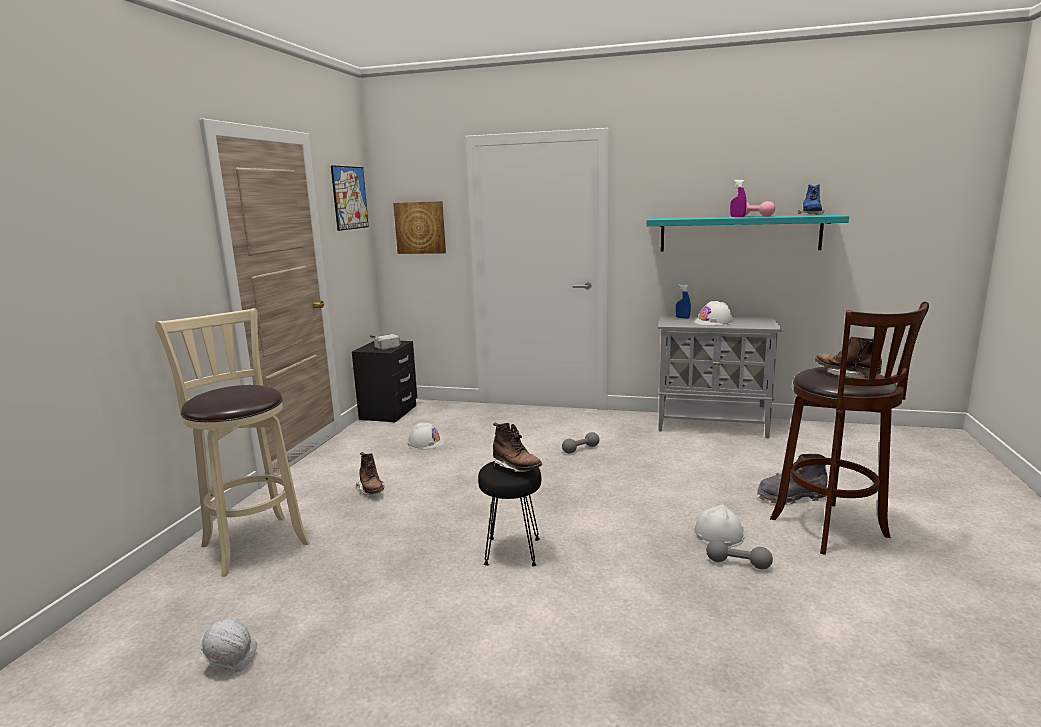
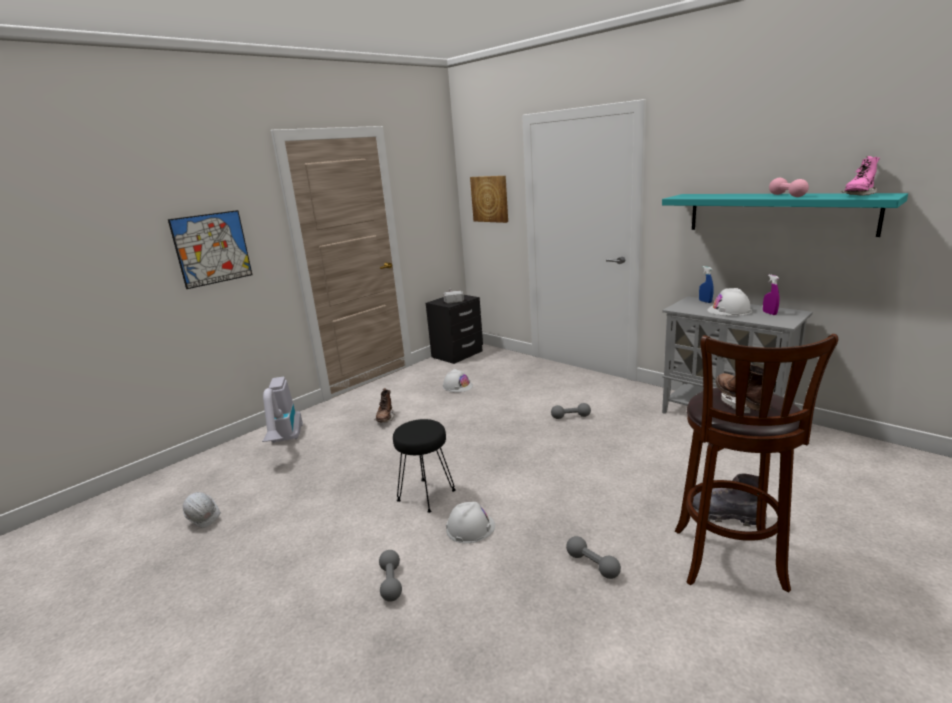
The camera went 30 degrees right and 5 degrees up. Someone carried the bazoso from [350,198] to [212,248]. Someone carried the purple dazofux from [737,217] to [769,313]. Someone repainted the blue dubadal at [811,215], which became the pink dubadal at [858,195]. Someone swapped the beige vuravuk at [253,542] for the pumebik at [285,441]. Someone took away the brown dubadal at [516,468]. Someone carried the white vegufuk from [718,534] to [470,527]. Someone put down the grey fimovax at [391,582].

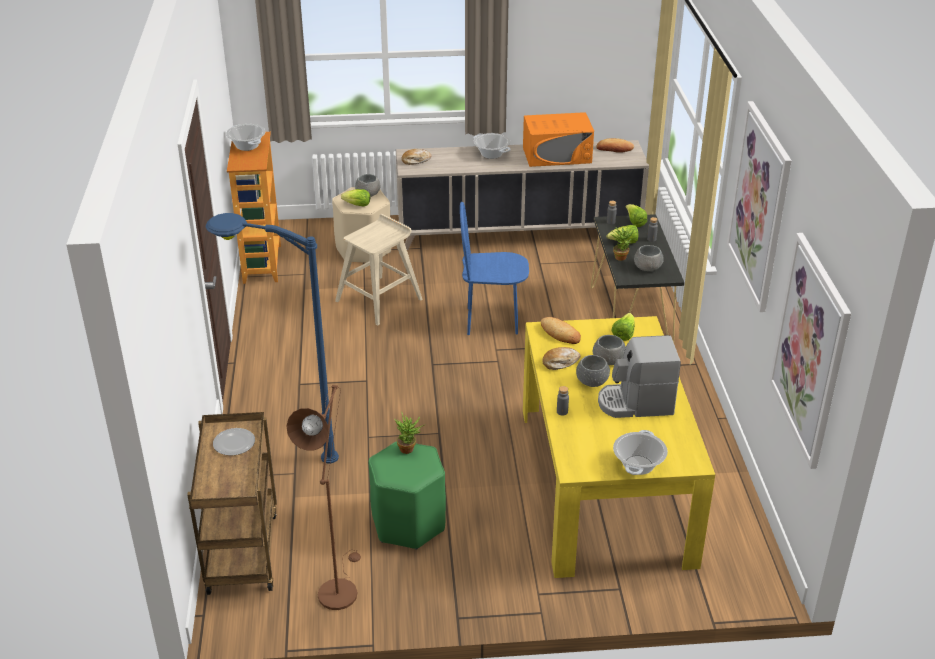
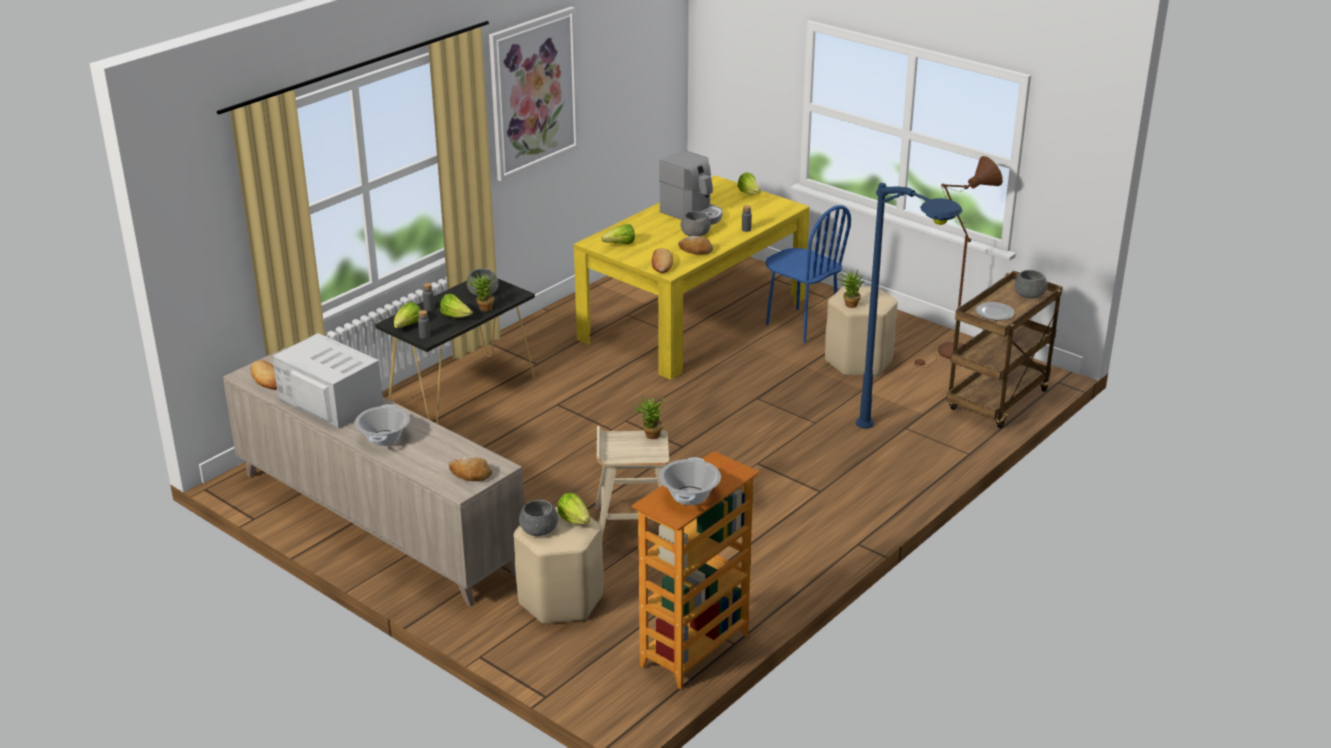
The camera went 135 degrees left and 5 degrees down. Someone repainted the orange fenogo at [557,155], which became the white fenogo at [330,401]. Someone carried the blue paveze from [492,321] to [801,325]. Someone took away the bazoso at [810,350]. Someone carried the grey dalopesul from [608,360] to [1029,294]. Someone swapped the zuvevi at [638,465] for the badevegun at [749,193]. Someone repainted the green vuravuk at [408,523], which became the beige vuravuk at [858,361]. Someone put down the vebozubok at [650,436].

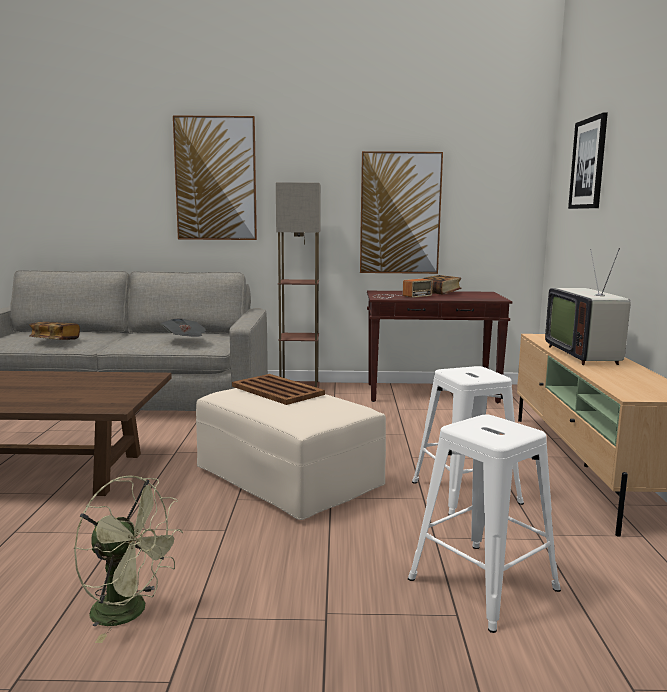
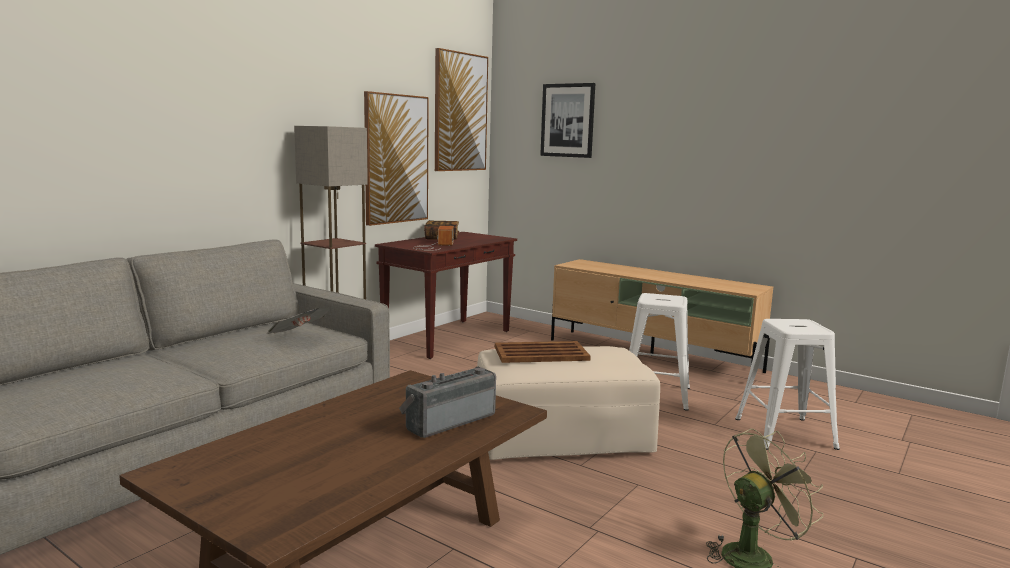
The camera went 55 degrees left and 0 degrees up. Someone carried the bazoso from [216,179] to [460,112]. Someone took away the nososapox at [585,355]. Someone took away the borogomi at [55,340]. Someone put down the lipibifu at [448,421].

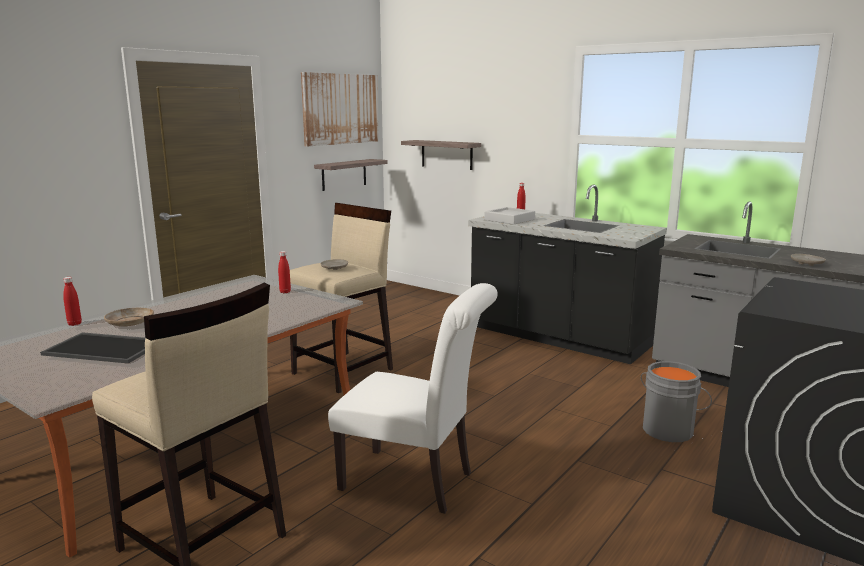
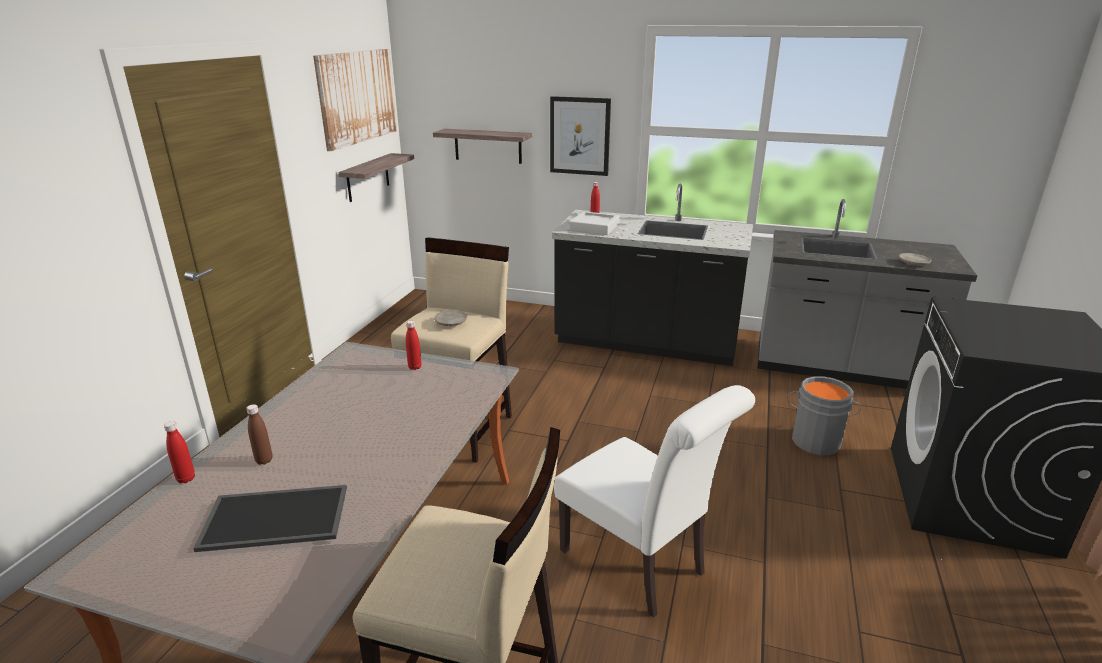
The camera went 20 degrees left and 10 degrees up. Someone rotated the white paveze at [414,482] by 45 degrees clockwise. Someone swapped the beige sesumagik at [129,322] for the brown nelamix at [264,460]. Someone put up the bazoso at [580,136].

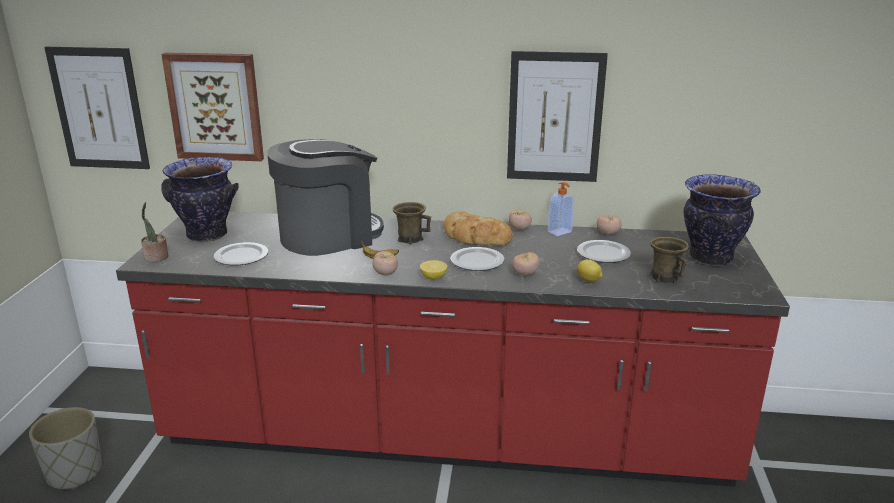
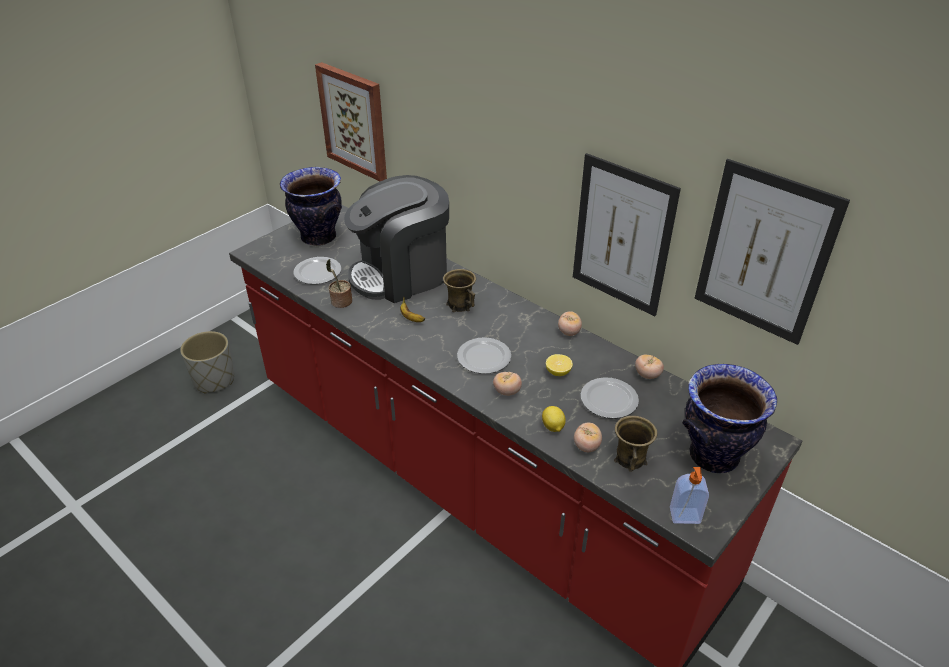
The camera went 35 degrees right and 15 degrees up. Someone carried the bazoso from [99,109] to [764,253]. Someone rotated the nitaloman at [329,236] by 150 degrees clockwise. Someone carried the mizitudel from [560,232] to [685,516]. Someone carried the vebozubok from [156,258] to [340,302]. Someone took away the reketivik at [475,236]. Someone carried the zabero from [385,273] to [586,446]. Someone carried the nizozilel from [433,277] to [558,372].

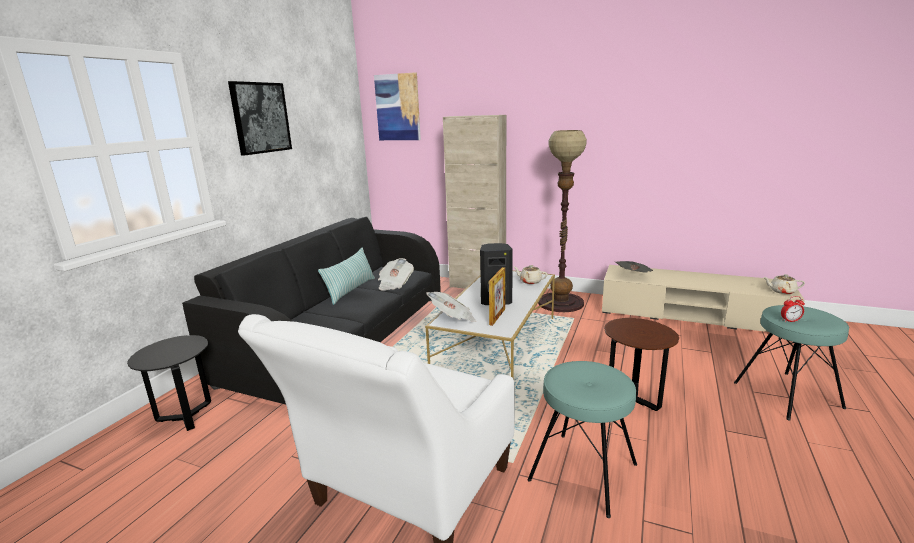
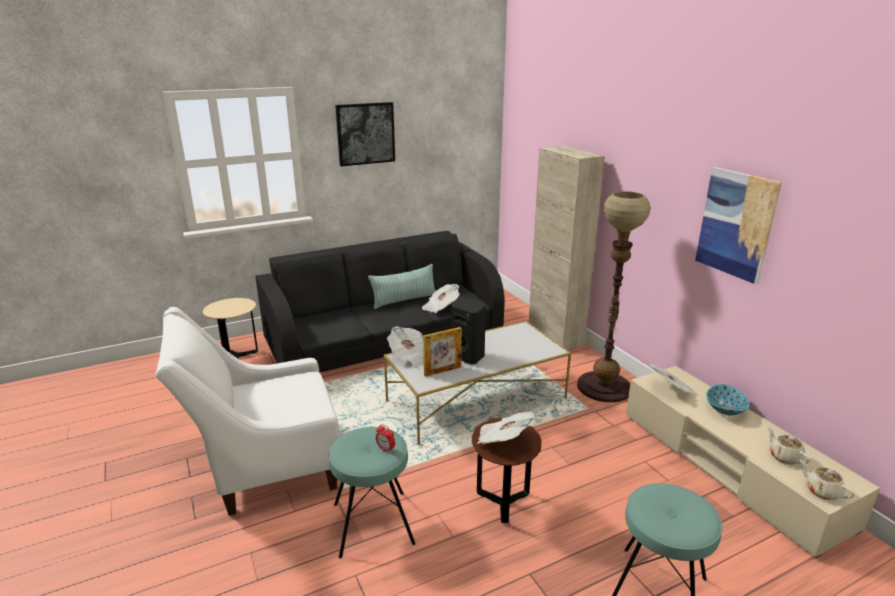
The camera went 40 degrees right and 5 degrees up. Someone carried the bazoso from [398,107] to [736,224]. Someone carried the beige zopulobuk from [530,281] to [784,457]. Someone carried the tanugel from [790,321] to [385,449]. Someone repainted the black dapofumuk at [186,417], which became the beige dapofumuk at [237,356]. Someone put down the dalopesul at [724,409]. Someone put down the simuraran at [503,440].

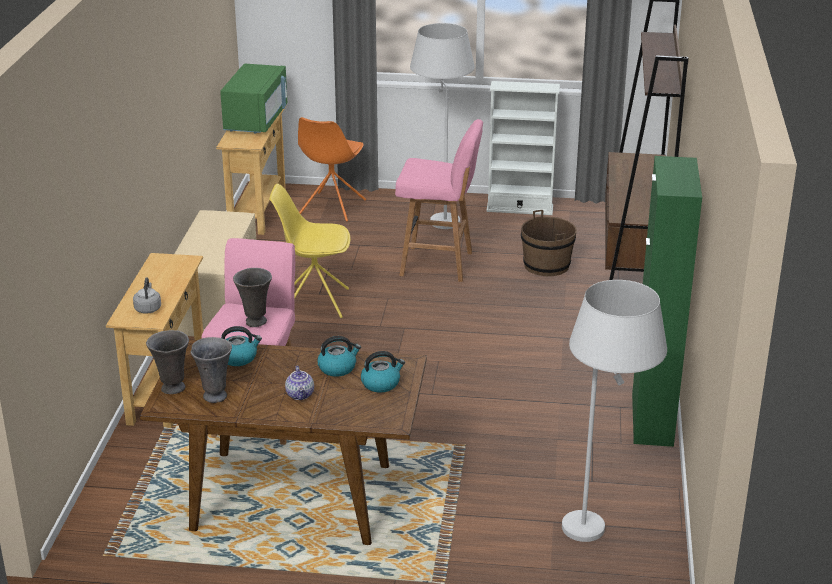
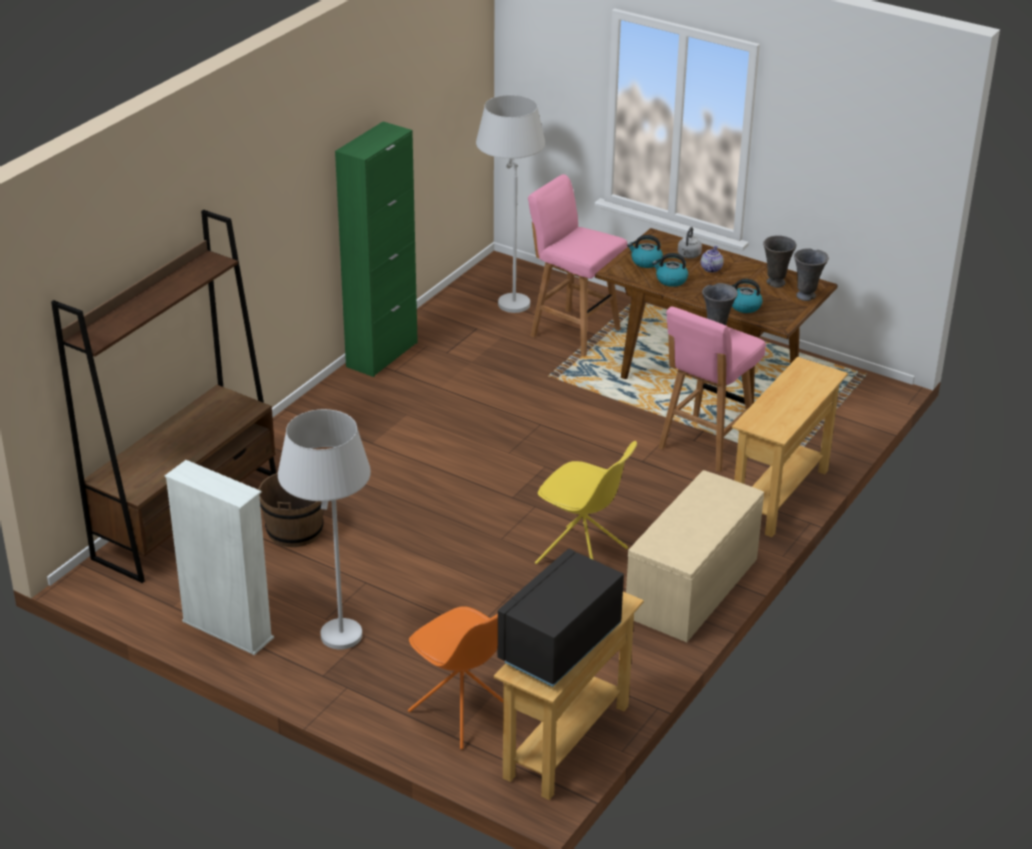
The camera went 155 degrees left and 5 degrees up. Someone repainted the green fenogo at [256,120], which became the black fenogo at [559,644]. Someone rotated the orange paveze at [331,207] by 90 degrees clockwise. Someone carried the pink vuravuk from [438,264] to [573,332]. Someone carried the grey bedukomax from [148,308] to [688,255].

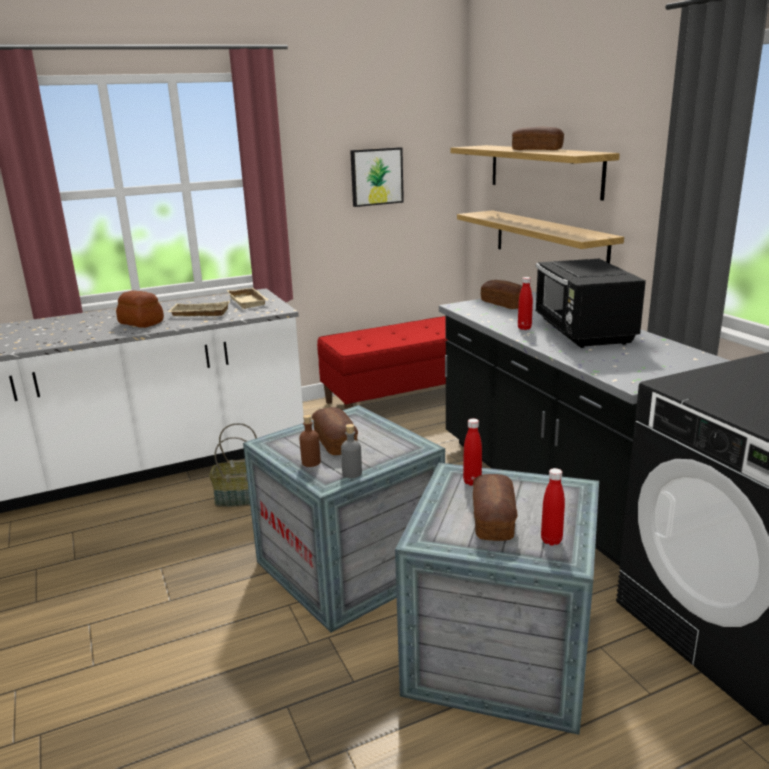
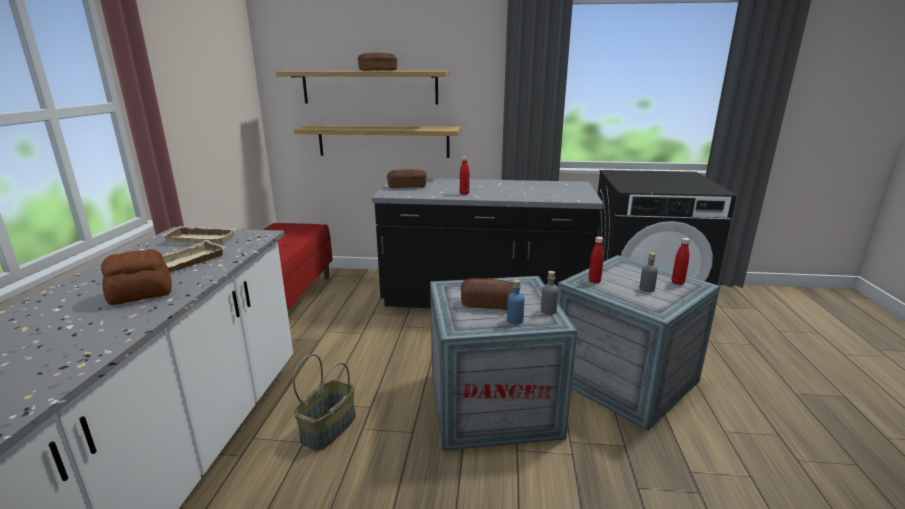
The camera went 60 degrees left and 0 degrees up. Someone took away the bazoso at [376,176]. Someone took away the black fenogo at [583,332]. Someone repainted the brown nelamix at [311,462], which became the blue nelamix at [515,320]. Someone swapped the reketivik at [493,520] for the grey nelamix at [646,289].

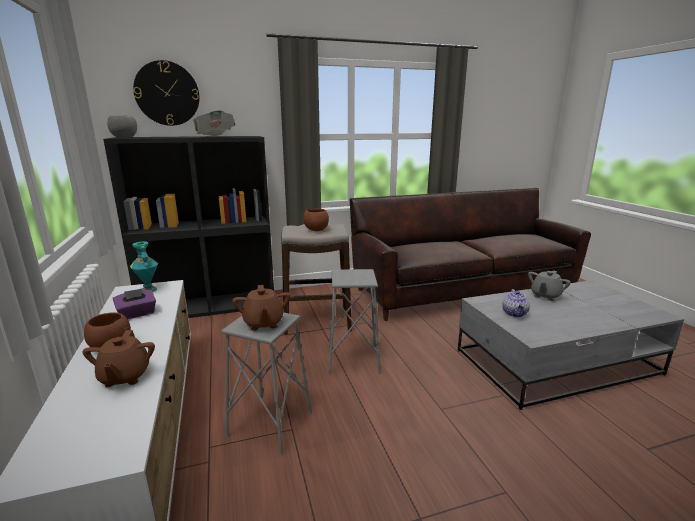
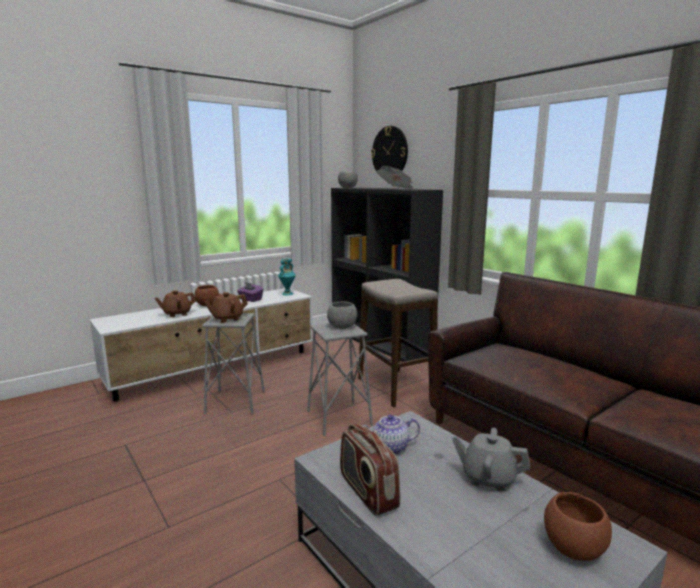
The camera went 70 degrees right and 5 degrees down. Someone carried the brown dalopesul from [316,230] to [573,549]. Someone put down the grey dalopesul at [342,327]. Someone put down the lipibifu at [367,492].

